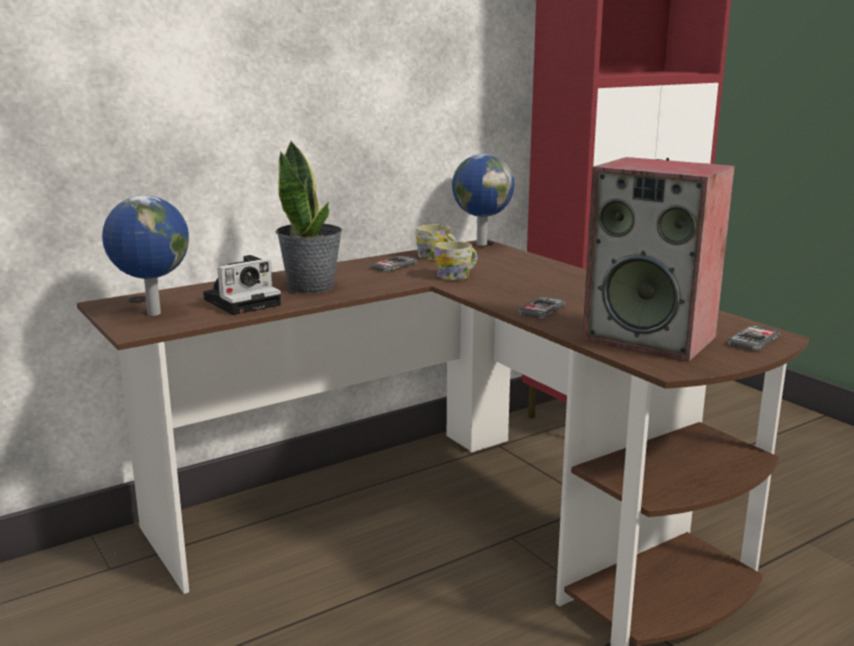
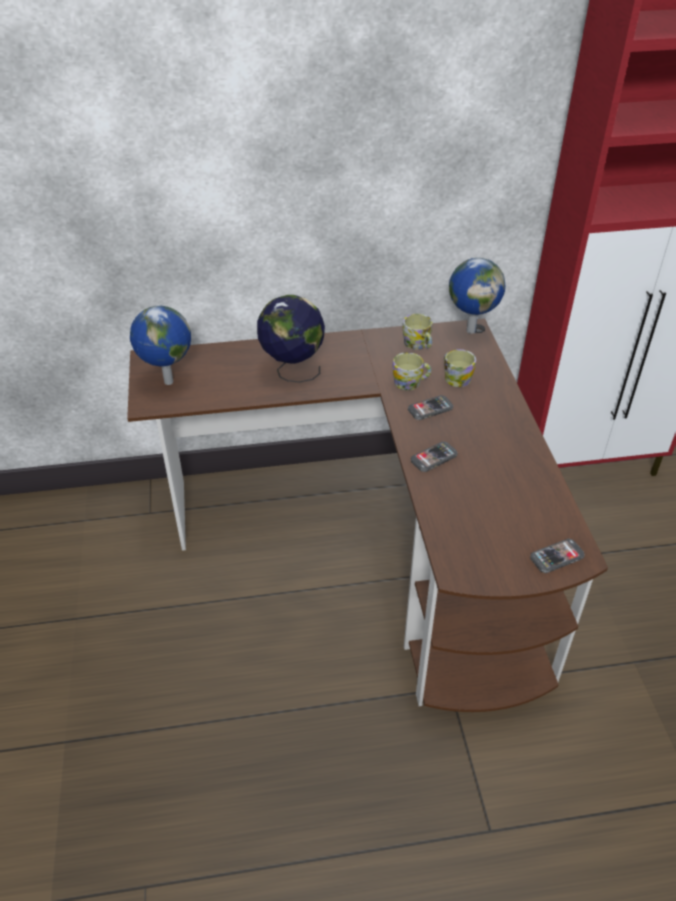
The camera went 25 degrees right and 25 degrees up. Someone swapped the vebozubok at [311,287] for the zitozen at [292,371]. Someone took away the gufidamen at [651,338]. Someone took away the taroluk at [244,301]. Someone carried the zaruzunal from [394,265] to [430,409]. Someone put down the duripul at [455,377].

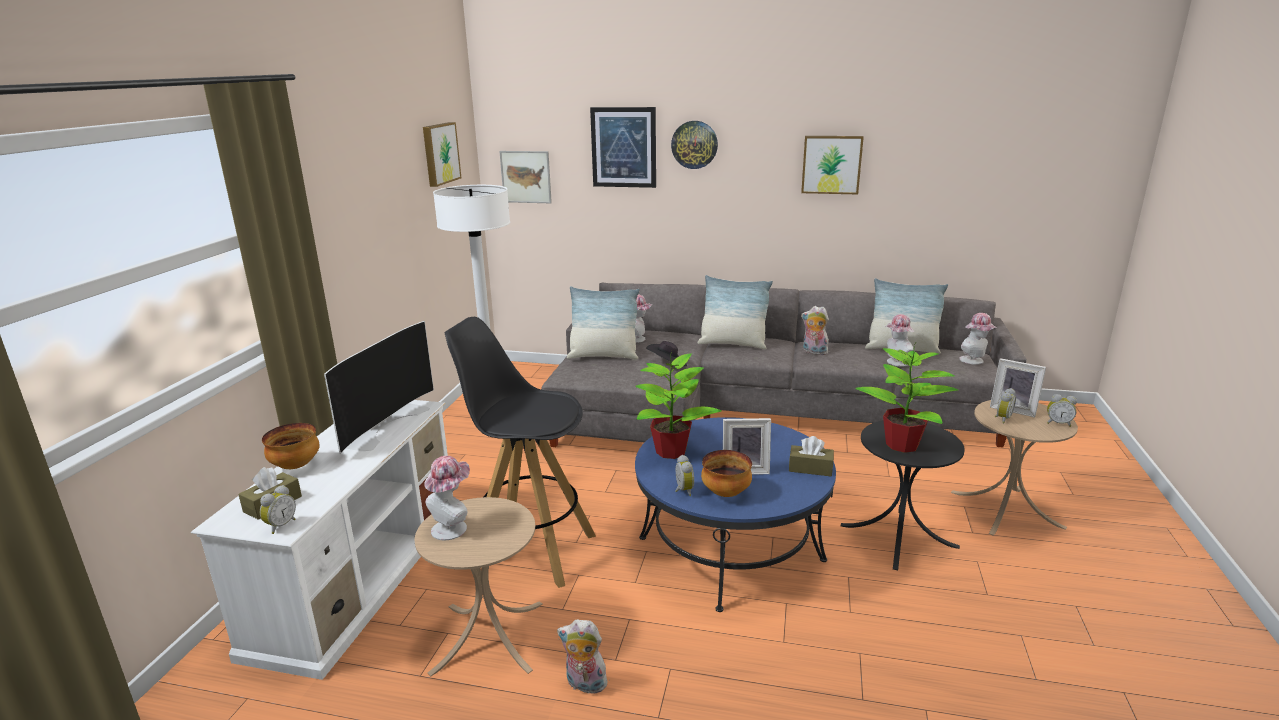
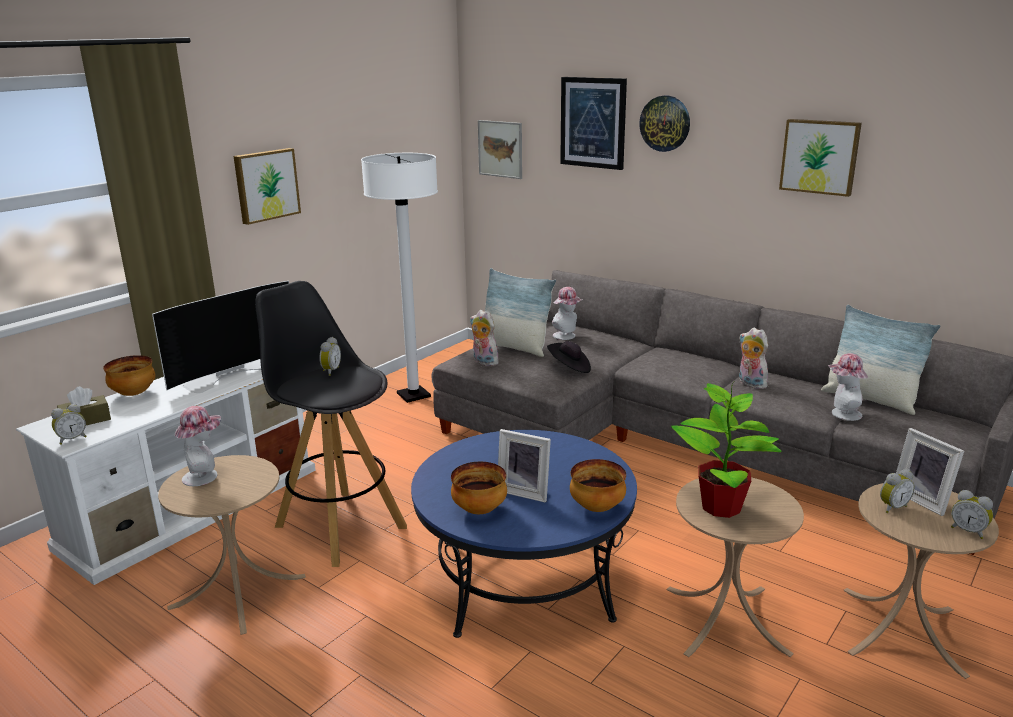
The camera went 25 degrees right and 0 degrees up. Someone carried the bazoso from [439,153] to [266,185]. Someone took away the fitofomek at [733,344]. Someone took away the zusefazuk at [974,361]. Someone took away the vebozubok at [671,451]. Someone repainted the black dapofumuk at [898,536], which became the beige dapofumuk at [726,620]. Someone swapped the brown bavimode at [810,468] for the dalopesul at [596,507]. Someone carried the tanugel from [682,490] to [330,371]. Someone carried the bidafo from [584,684] to [483,362].

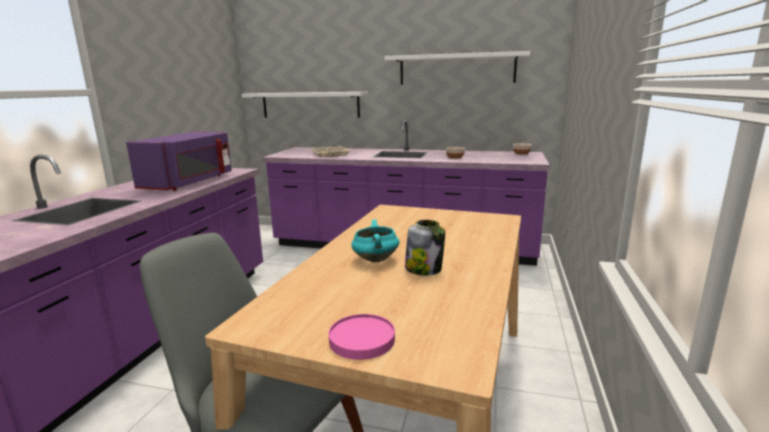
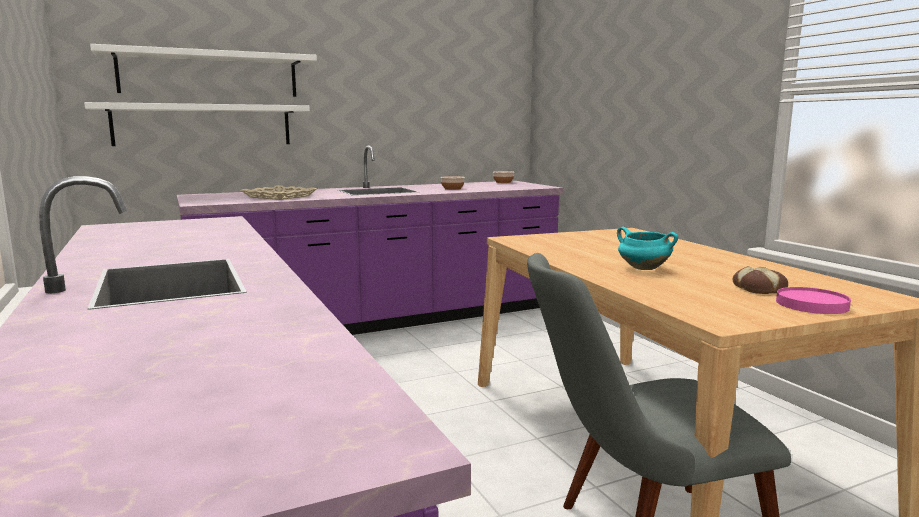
The camera went 40 degrees left and 5 degrees down. Someone carried the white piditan from [456,69] to [210,74]. Someone took away the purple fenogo at [190,182]. Someone took away the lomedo at [424,269]. Someone put down the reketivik at [760,288].

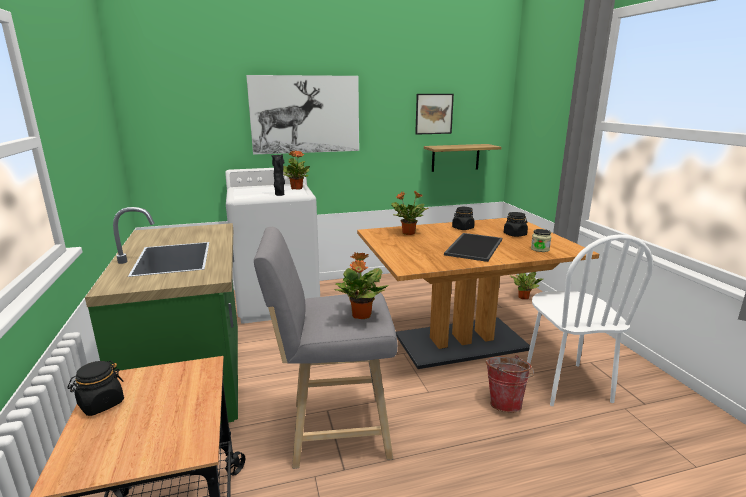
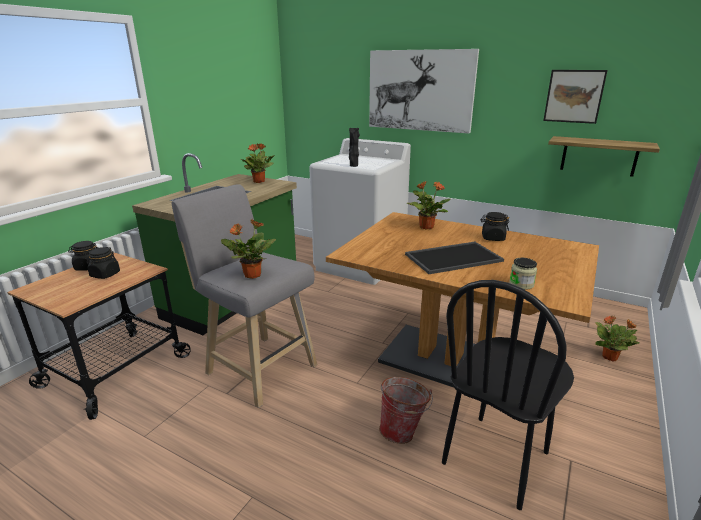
The camera went 45 degrees right and 5 degrees up. Someone carried the vebozubok from [296,188] to [259,181]. Someone carried the black lomedo from [515,234] to [105,274]. Someone repainted the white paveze at [566,384], which became the black paveze at [496,458].

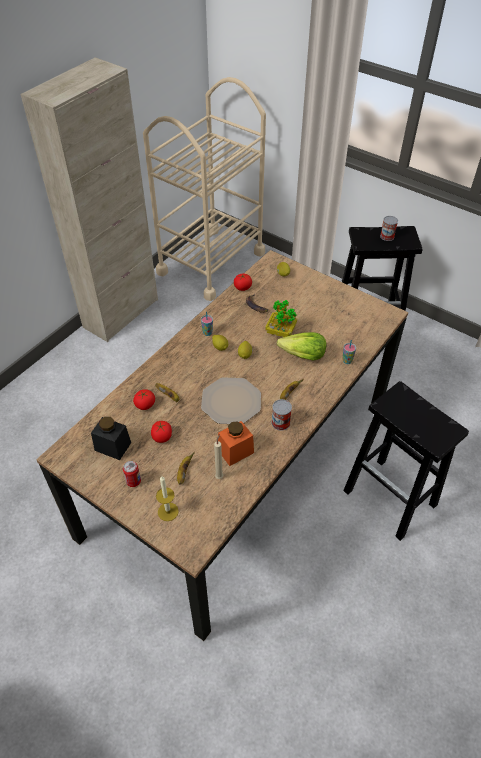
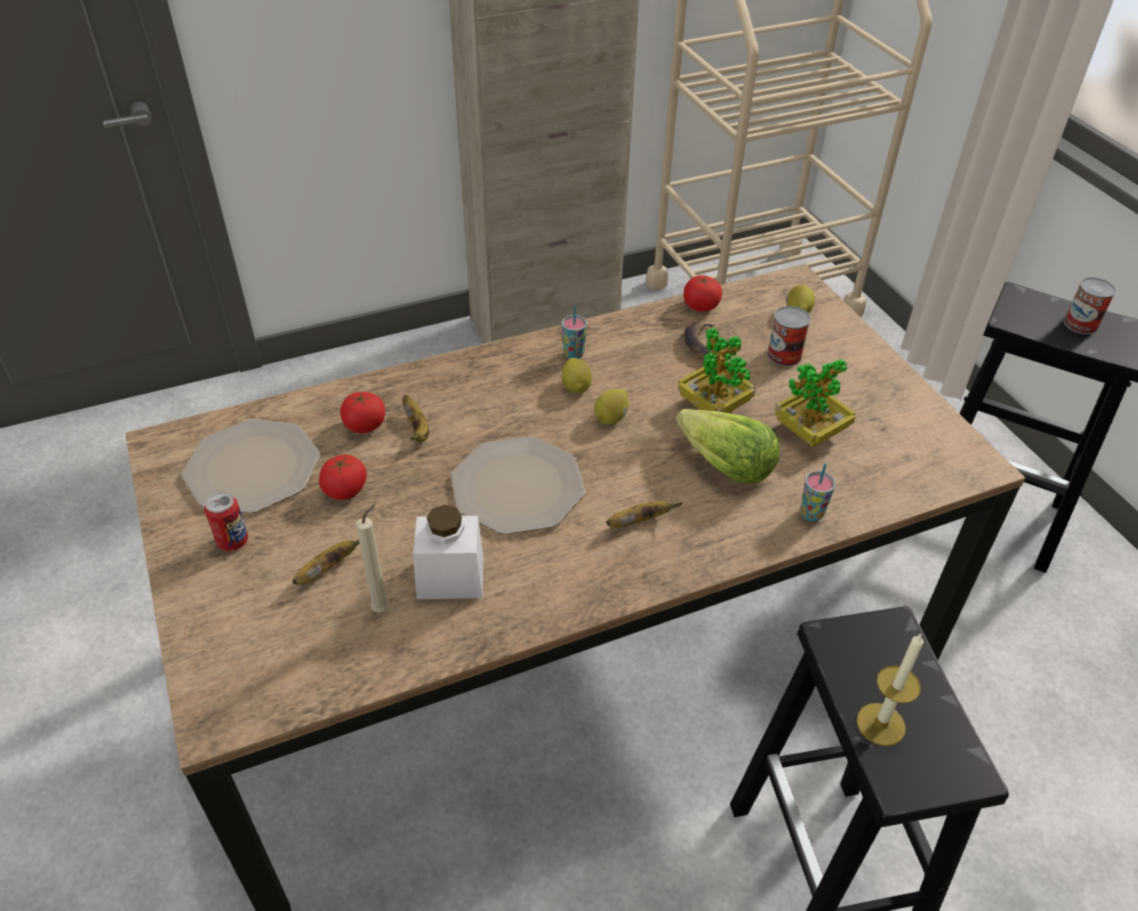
The camera went 30 degrees right and 5 degrees down. Someone carried the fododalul from [280,422] to [784,355]. Someone swapped the black lomedo at [113,446] for the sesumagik at [254,468]. Someone repainted the orange lomedo at [235,451], which became the white lomedo at [450,578]. Someone carried the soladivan from [168,511] to [880,724]. Someone put down the vebozubok at [810,432].

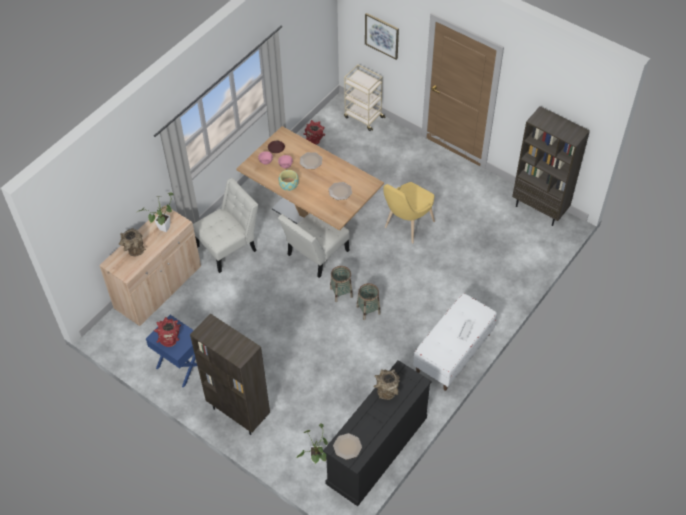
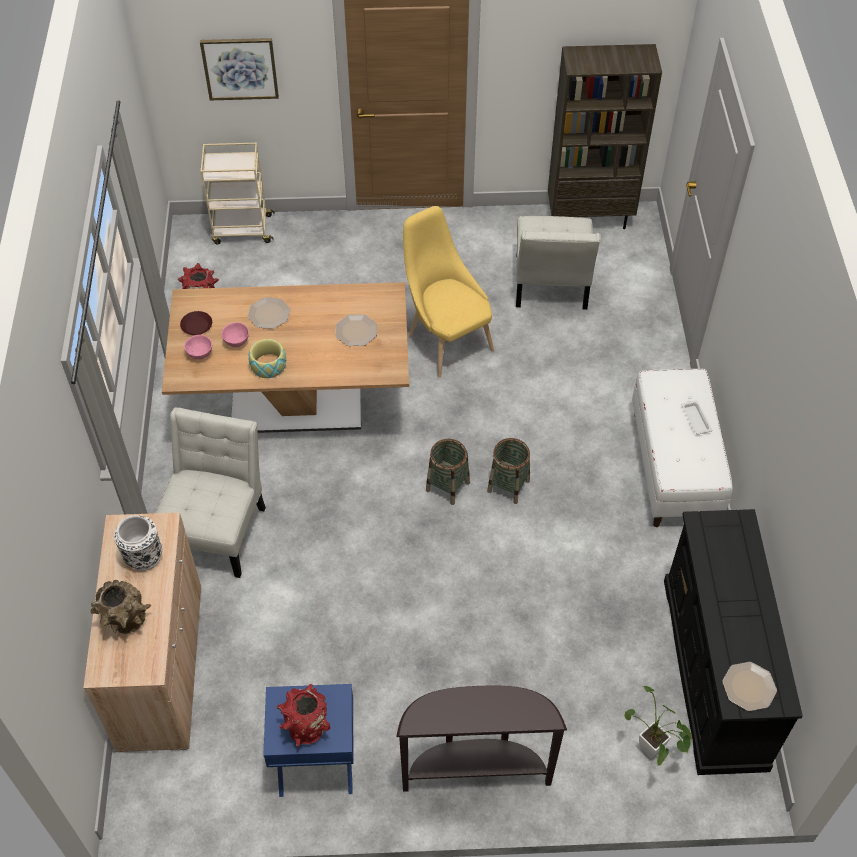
The camera went 40 degrees left and 0 degrees up. Someone rotated the yellow paveze at [406,226] by 150 degrees clockwise. Someone swapped the vebozubok at [163,230] for the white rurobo at [143,556]. Someone carried the white paveze from [315,255] to [550,286]. Someone swapped the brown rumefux at [238,414] for the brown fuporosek at [475,769]. Someone took away the brown rurobo at [386,391].

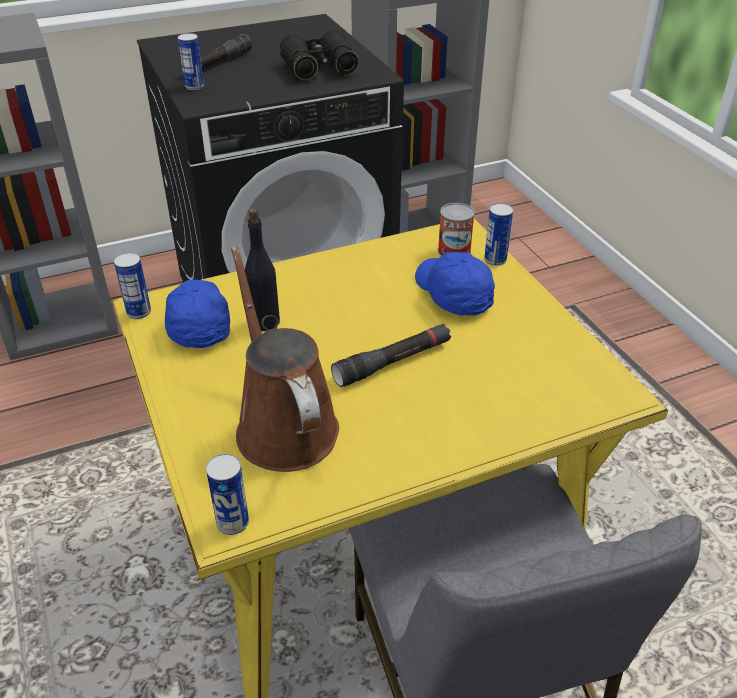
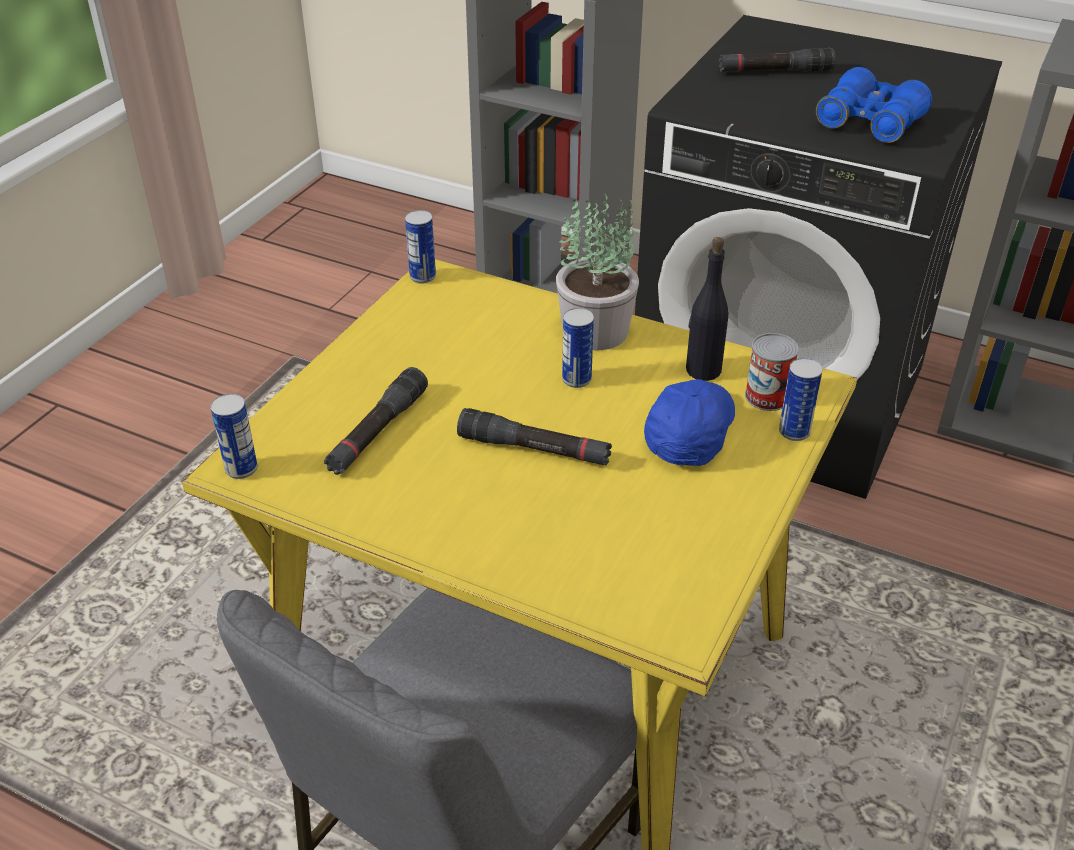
The camera went 50 degrees right and 0 degrees up. Someone repainted the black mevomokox at [320,69], which became the blue mevomokox at [869,123]. Someone carried the fododalul from [194,86] to [576,379]. Someone carried the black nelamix from [264,322] to [702,370]. Someone swapped the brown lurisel at [283,424] for the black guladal at [377,431]. Someone took away the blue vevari at [197,324]. Someone put down the vebozubok at [596,330].

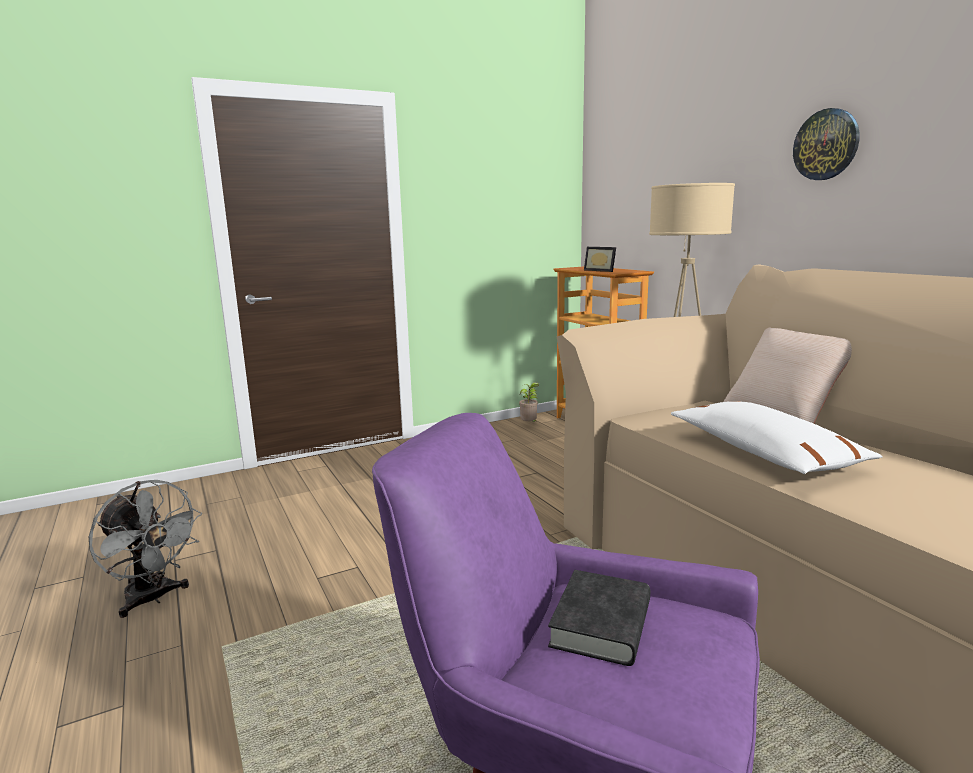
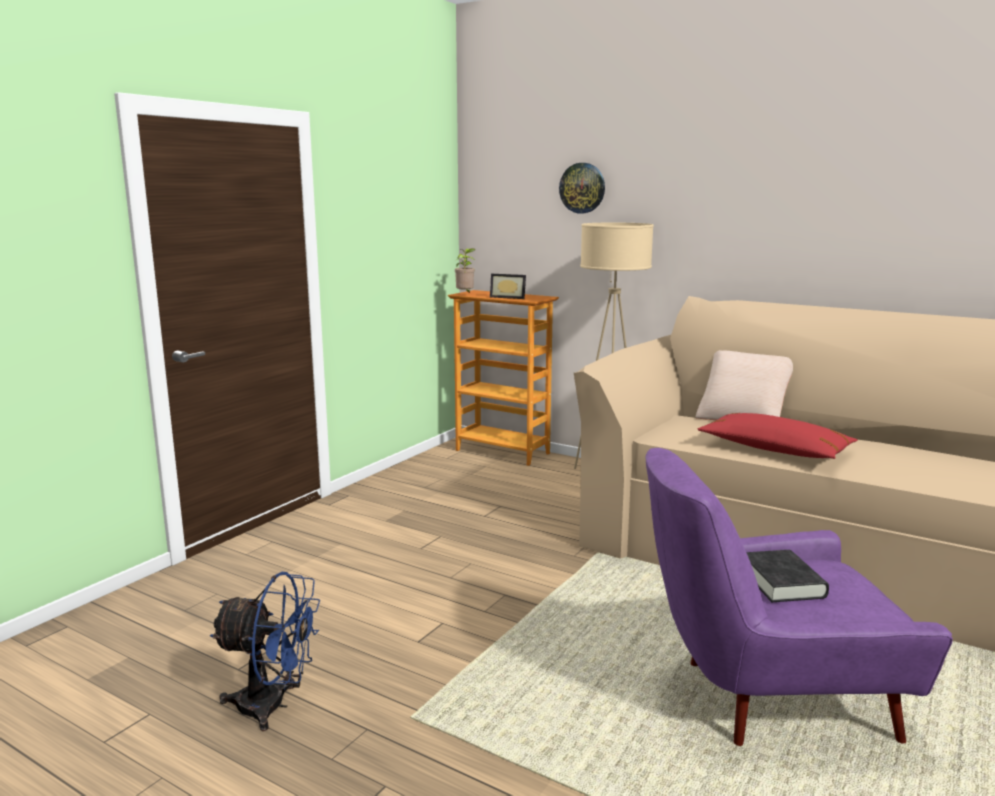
The camera went 30 degrees left and 0 degrees up. Someone carried the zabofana from [826,144] to [582,188]. Someone carried the vebozubok from [529,424] to [465,295]. Someone repainted the white fitofomek at [763,453], which became the red fitofomek at [774,450]. Someone repainted the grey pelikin at [153,599], which became the blue pelikin at [273,706].

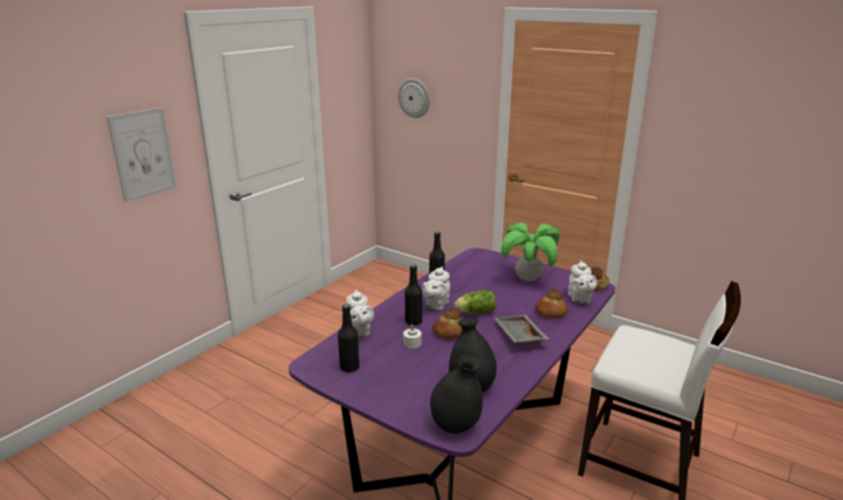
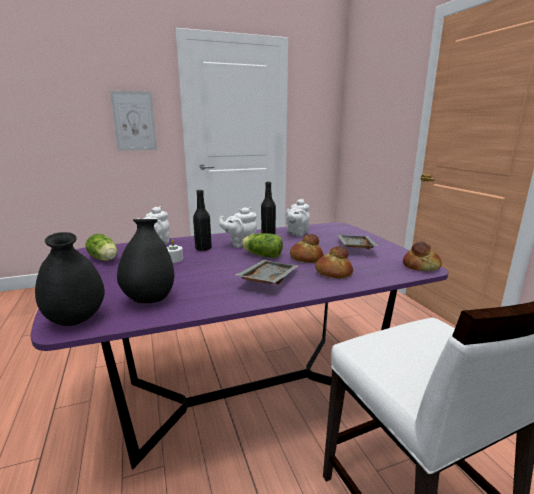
The camera went 35 degrees right and 5 degrees down. Someone took away the zabofana at [414,97]. Someone swapped the vebozubok at [528,279] for the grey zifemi at [354,247]. Someone carried the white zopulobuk from [579,299] to [297,233]. Someone swapped the black nelamix at [349,367] for the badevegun at [105,259]. Someone carried the reketivik from [449,332] to [306,258].

